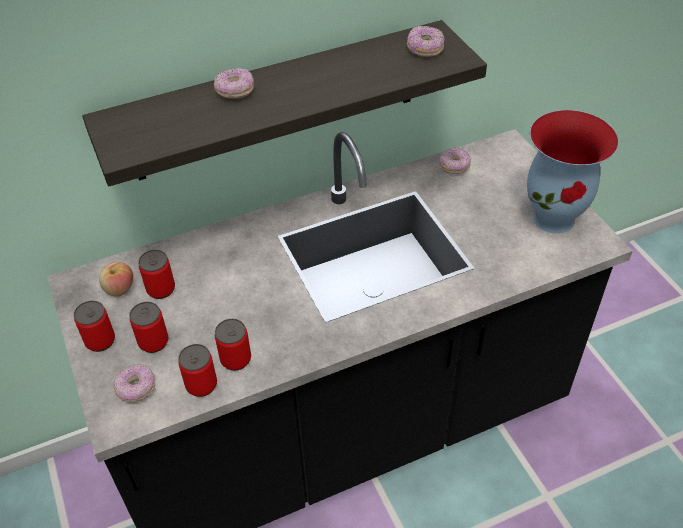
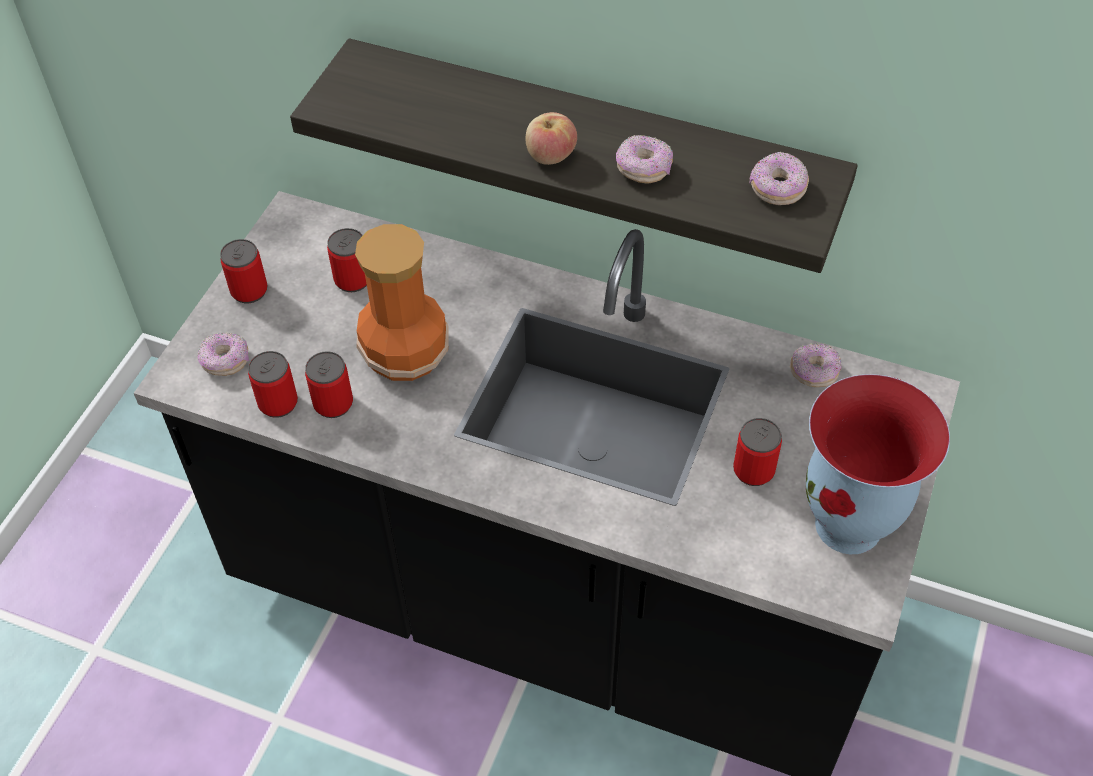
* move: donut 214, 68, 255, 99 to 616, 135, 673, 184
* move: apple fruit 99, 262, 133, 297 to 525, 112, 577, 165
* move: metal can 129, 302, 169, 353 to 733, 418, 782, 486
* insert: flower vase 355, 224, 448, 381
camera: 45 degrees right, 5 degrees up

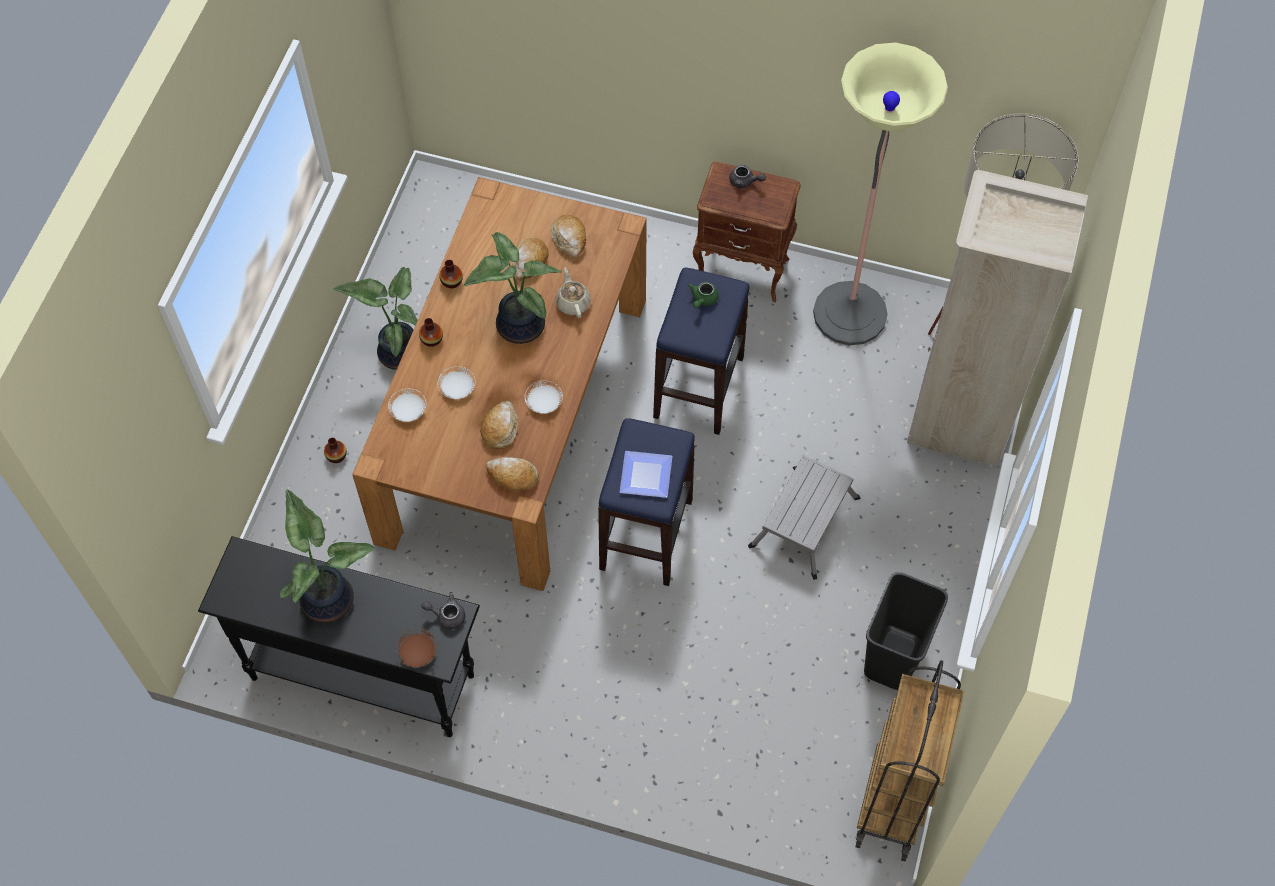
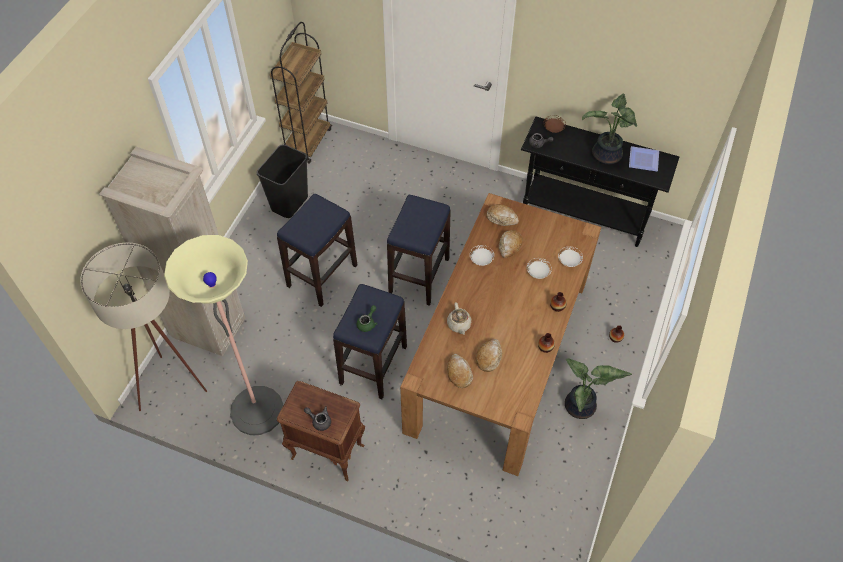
* delete: houseplant 464, 232, 562, 344
* move: flat dish 620, 451, 672, 498 to 629, 146, 659, 172
* replace: grey step ladder 748, 455, 861, 580 to sitting stool 277, 194, 357, 307
camera: 175 degrees left, 5 degrees down

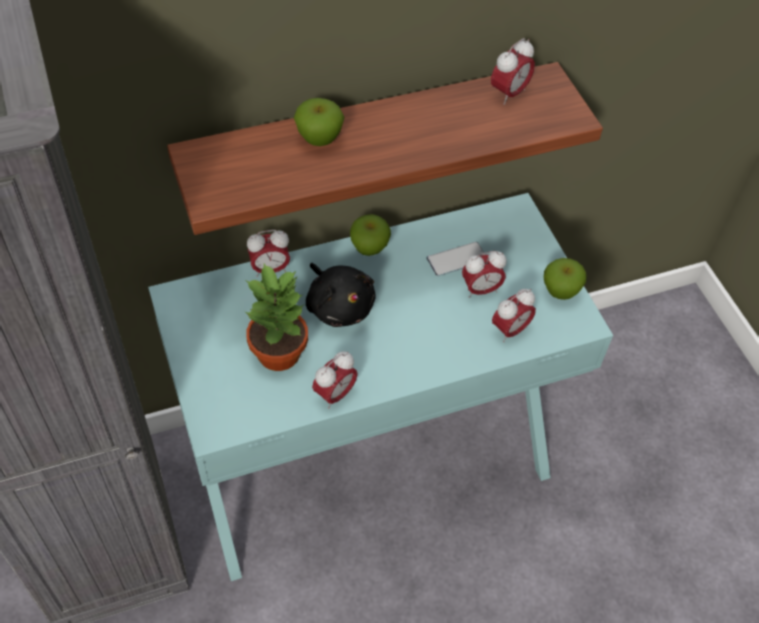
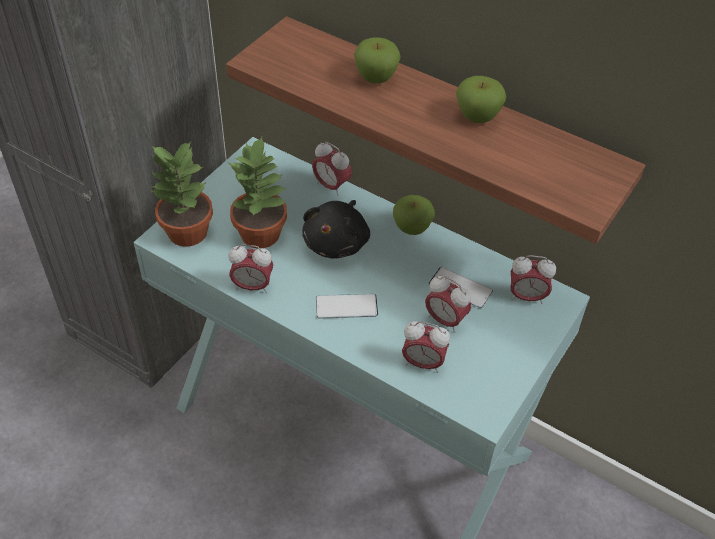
* move: bedside clock 491, 38, 535, 105 to 510, 255, 556, 304
* move: apple fruit 544, 258, 587, 300 to 456, 76, 507, 123
* insert: houseplant 151, 142, 213, 247
* insert: phone 316, 294, 378, 319
camera: 55 degrees right, 5 degrees down

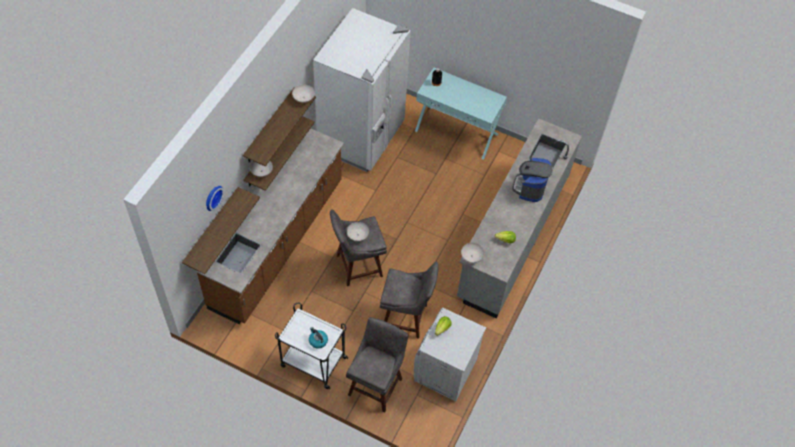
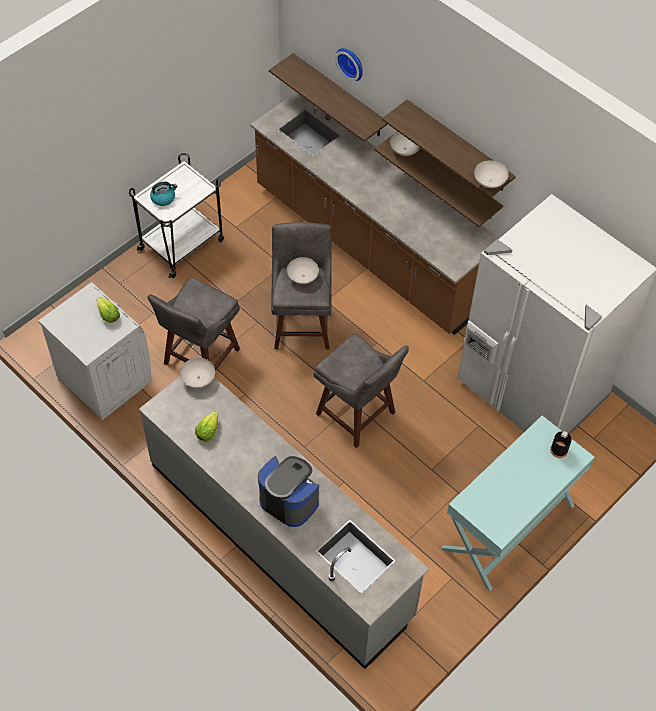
* move: grey sitting stool 346, 317, 408, 412 to 314, 333, 409, 448
camera: 110 degrees right, 0 degrees up

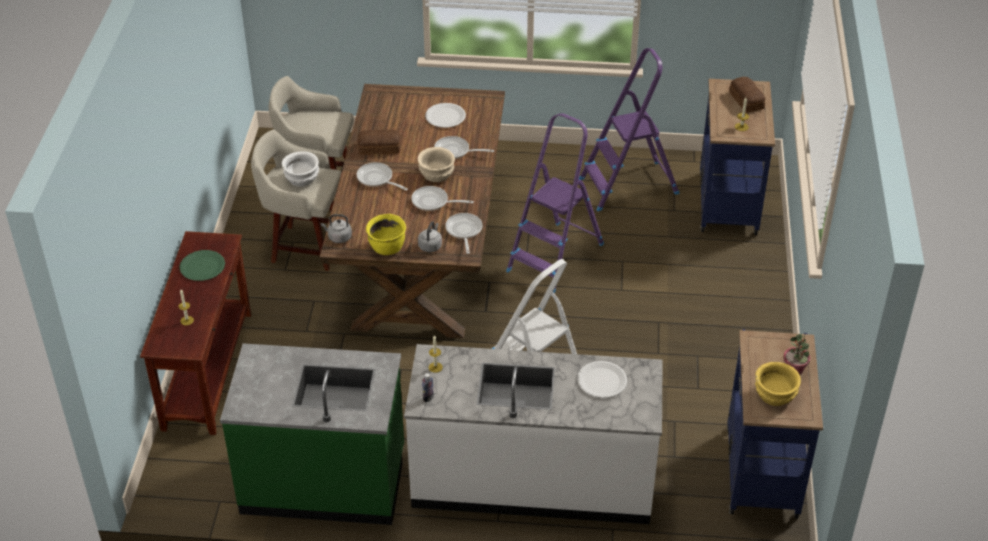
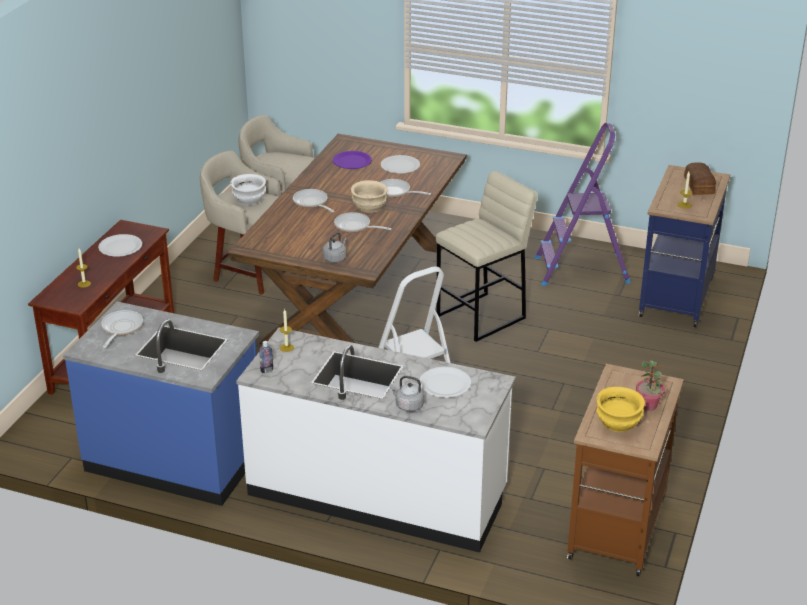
* replace: purple-coloured step ladder 506, 113, 604, 293 to sand-coloured sitting stool 436, 171, 538, 342
* delete: baked bread 358, 130, 400, 155
* move: pan 445, 213, 482, 254 to 101, 310, 143, 348
* move: grey tea kettle 321, 214, 352, 243 to 389, 376, 424, 412
* delete: yellow-coloured stockpot 366, 214, 406, 255
* recolor: greenish flat dish 179, 250, 225, 281 to whitish flat dish 98, 234, 142, 257
* recolor: bluish cart 727, 329, 823, 519 to brownish cart 567, 364, 684, 576
* recolor: greenish counter 220, 343, 404, 525 to bluish counter 63, 302, 259, 506
* insert: purple-coloured flat dish 333, 151, 372, 169
camera: 15 degrees right, 10 degrees down

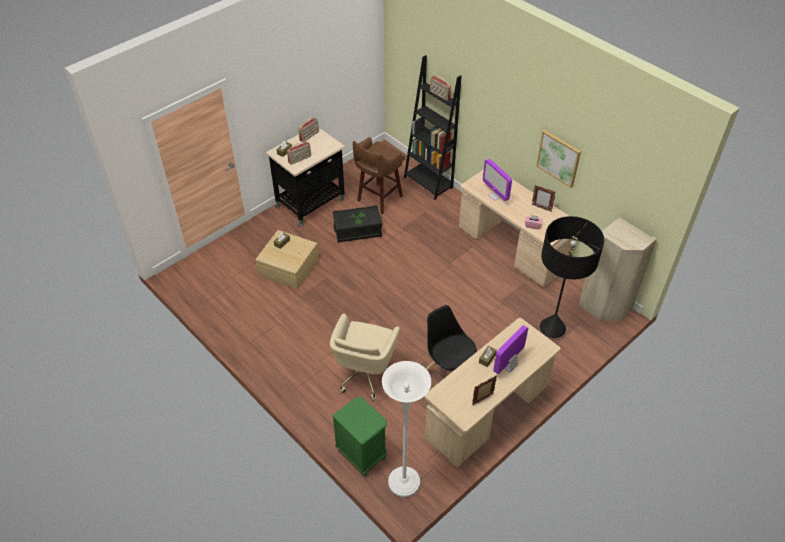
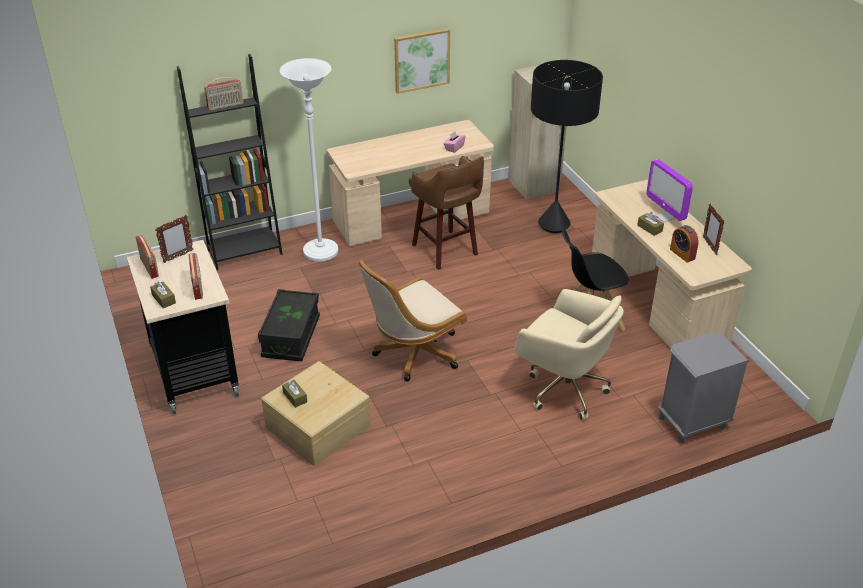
* move: brownish sitting stool 353, 137, 405, 214 to 409, 156, 484, 270
* delete: computer screen 483, 159, 512, 201
* move: photo frame 532, 186, 556, 212 to 155, 215, 193, 263
* move: whitish standing lamp 382, 361, 431, 497 to 280, 58, 338, 262
* recolor: greenish nightstand 332, 397, 387, 476 to grey nightstand 658, 332, 749, 444
* insert: bedside clock 670, 225, 699, 262
* insert: office chair 359, 259, 467, 382
camera: 70 degrees left, 10 degrees down

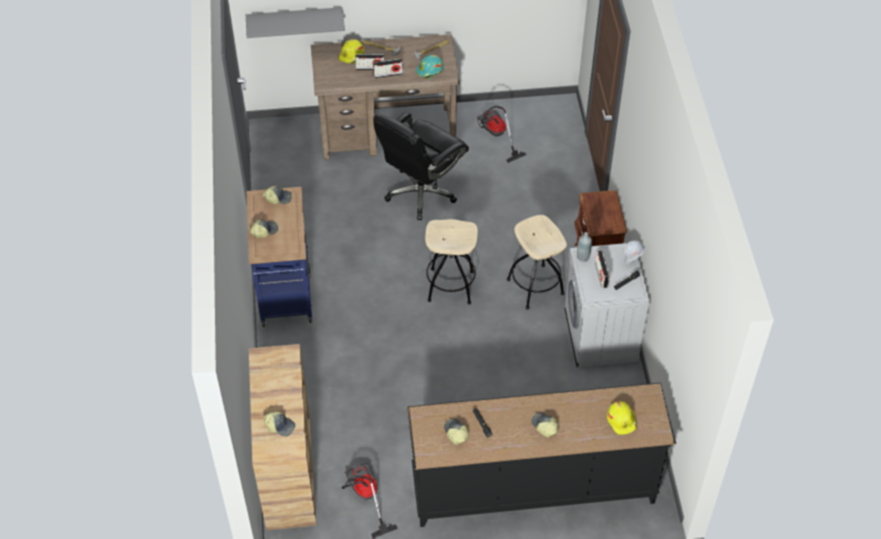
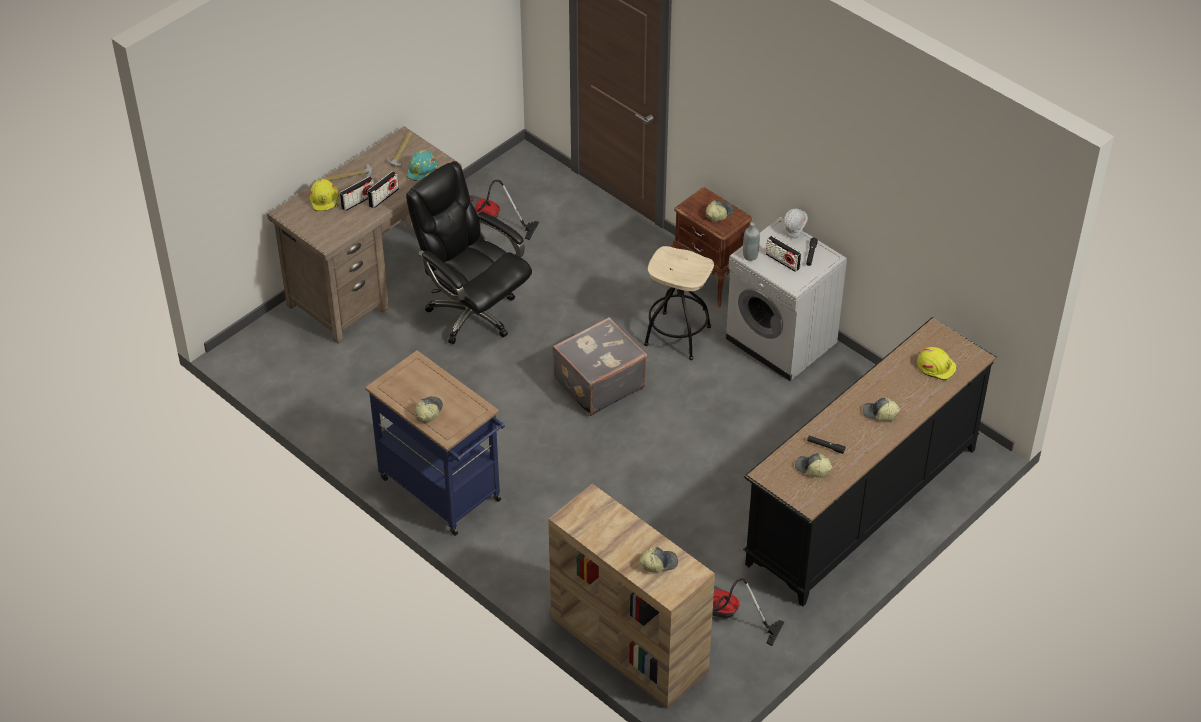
* delete: grey wall shelf 246, 7, 345, 38
* rotate: black-coloured office chair 373, 112, 469, 220 = 406, 161, 532, 345 135 degrees clockwise
* move: baseball cap 263, 186, 292, 204 to 706, 200, 734, 222
* replace: sand-coloured sitting stool 425, 219, 478, 305 to grey travel case 552, 317, 647, 416
camera: 40 degrees left, 5 degrees down

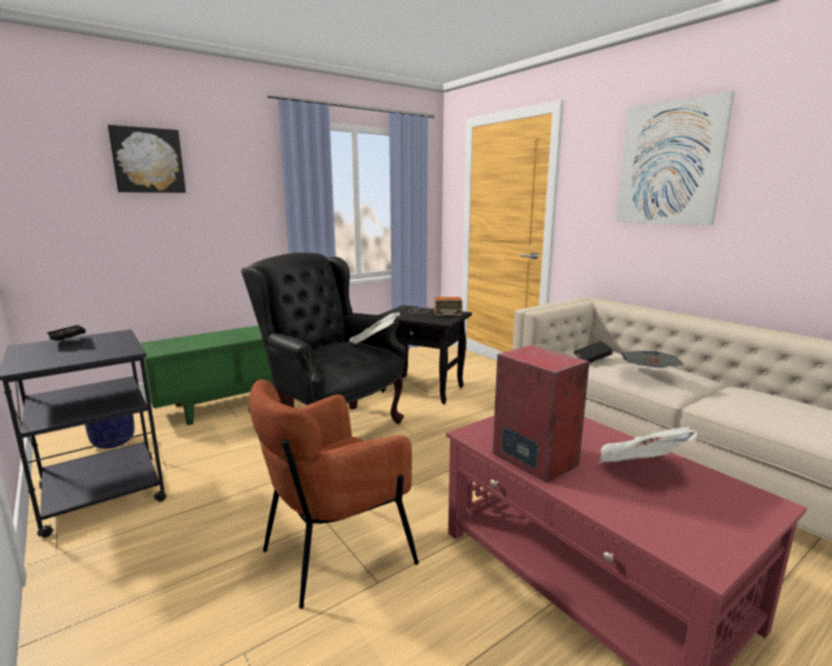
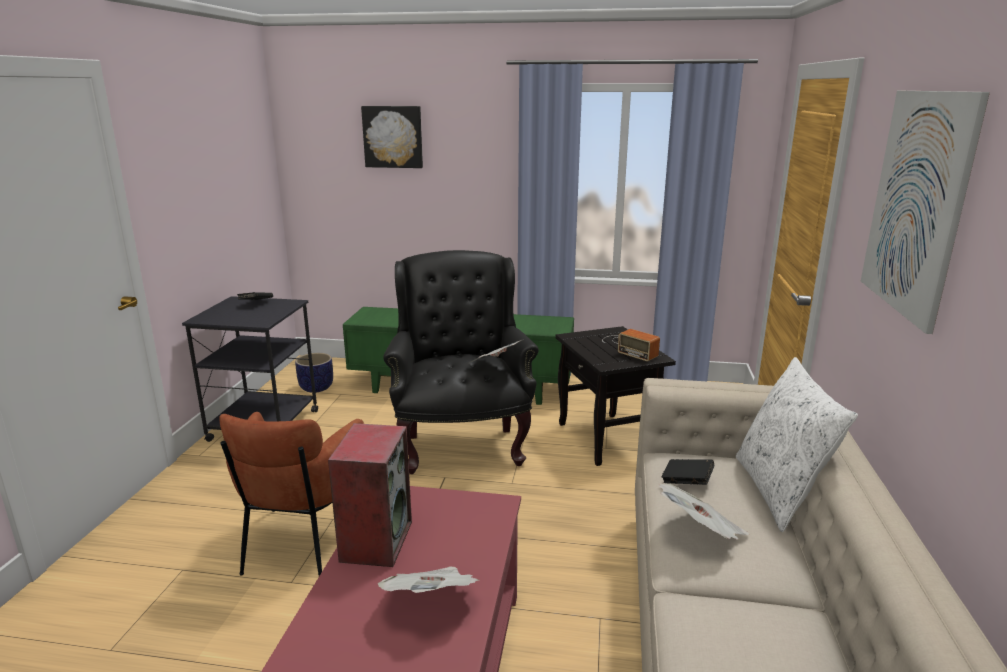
* rotate: brownish lounge chair 248, 379, 419, 609 = 219, 412, 364, 576 90 degrees counterclockwise
* insert: whitish throw pillow 736, 357, 858, 532
camera: 45 degrees right, 5 degrees up

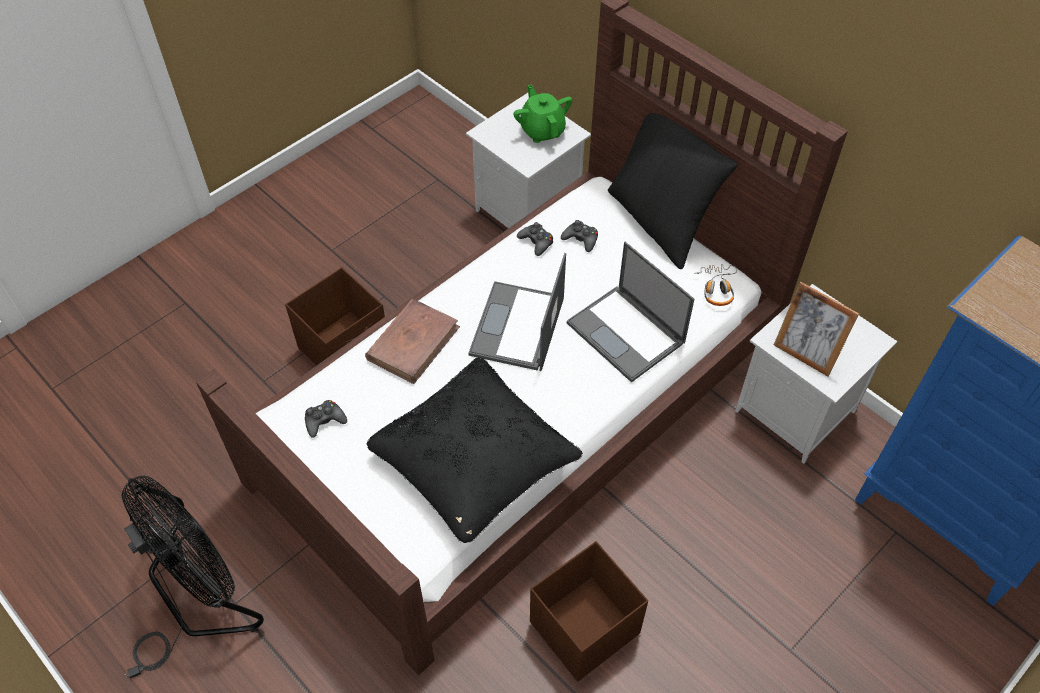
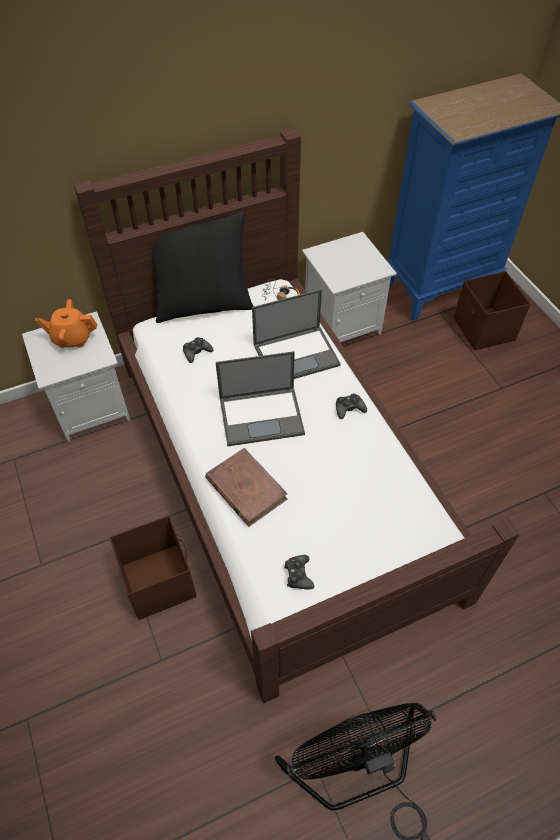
* recolor: greenish pot for tea 513, 84, 572, 143 to orange-coloured pot for tea 35, 299, 98, 348
* move: black-coloured game controller 517, 222, 553, 256 to 336, 394, 367, 419
* rotate: notebook computer 468, 253, 566, 371 = 215, 351, 305, 447 45 degrees counterclockwise
* delete: photo frame 774, 282, 859, 377
* delete: black-coloured throw pillow 367, 357, 583, 543
* move: brownish storage box 530, 541, 648, 682 to 453, 271, 531, 350
camera: 70 degrees left, 0 degrees up

